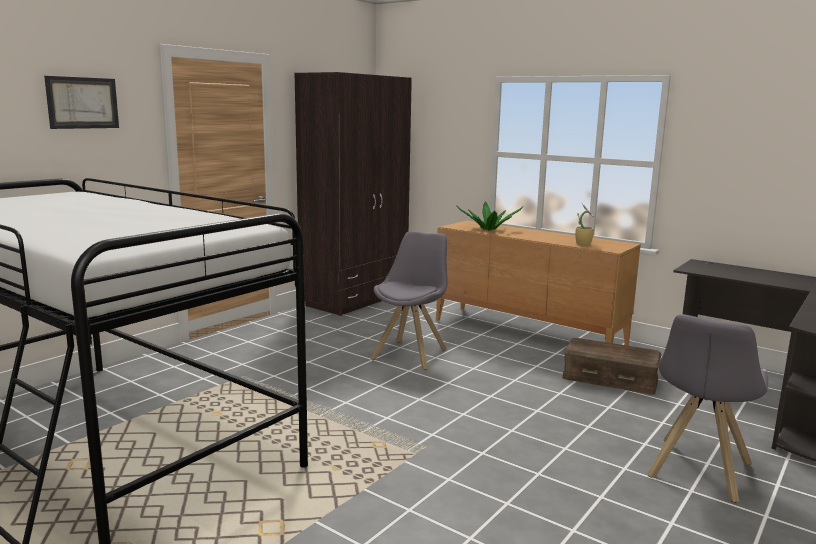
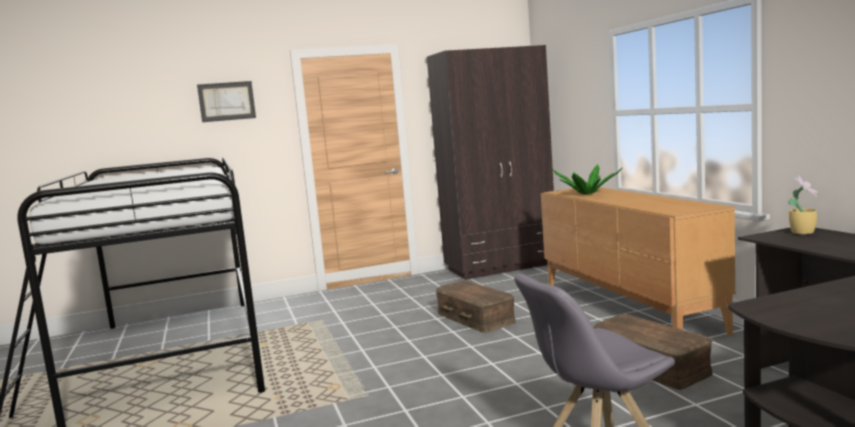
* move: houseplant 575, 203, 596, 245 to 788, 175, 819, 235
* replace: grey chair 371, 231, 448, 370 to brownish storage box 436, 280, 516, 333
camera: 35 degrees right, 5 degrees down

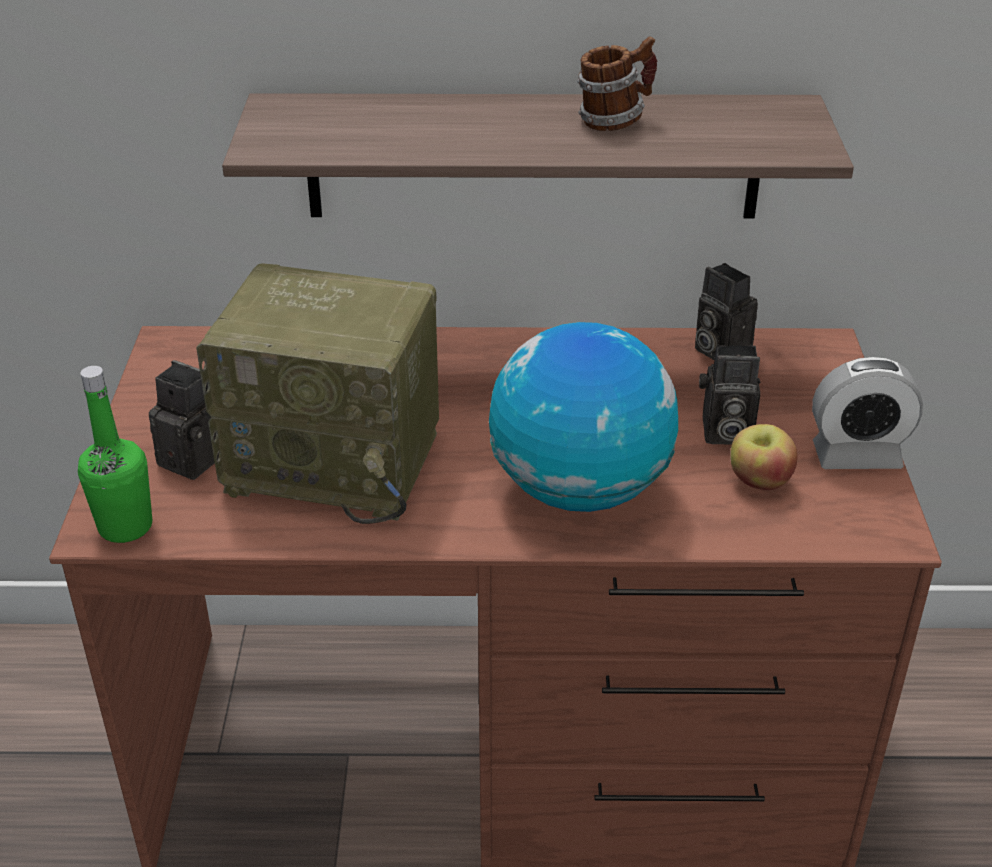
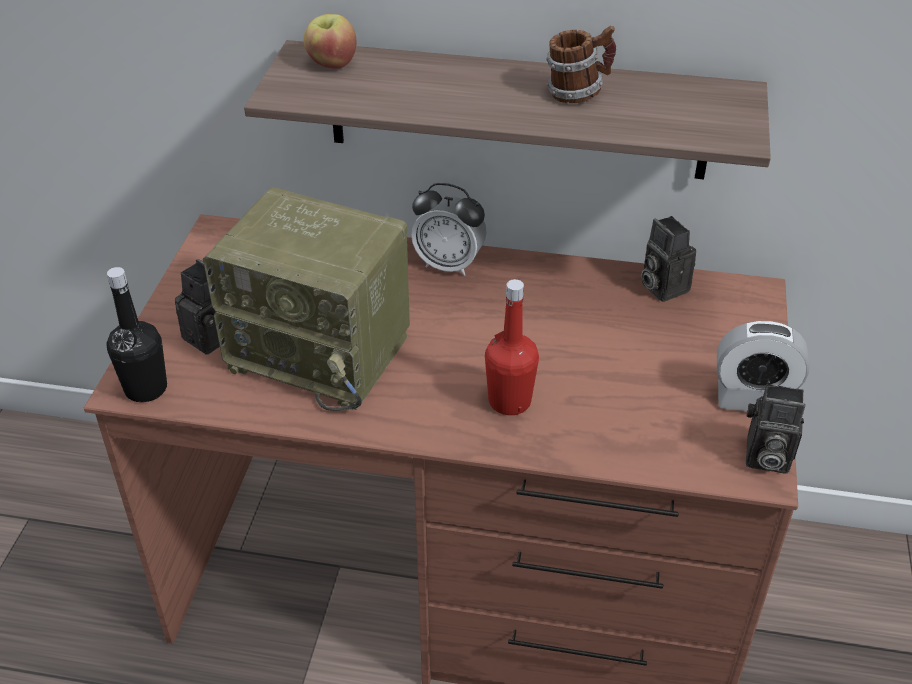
* replace: world globe 489, 322, 678, 512 to red beverage bottle 485, 279, 539, 415
* move: still camera 699, 345, 760, 445 to 746, 384, 805, 474
* recolor: greenish beverage bottle 78, 366, 152, 543 to black-coloured beverage bottle 106, 267, 167, 402
* move: apple fruit 730, 424, 798, 490 to 303, 14, 357, 69
* insert: bedside clock 411, 183, 486, 276
camera: 10 degrees right, 5 degrees up

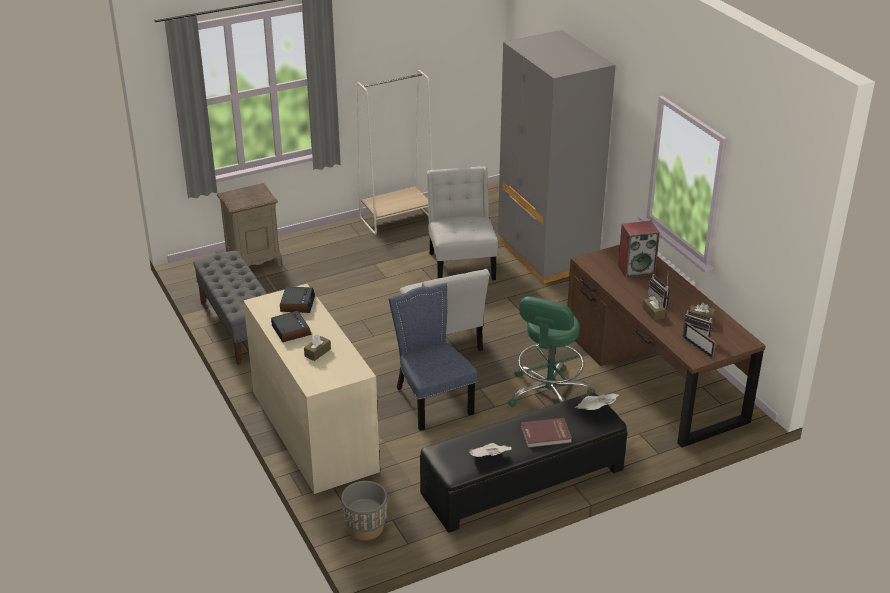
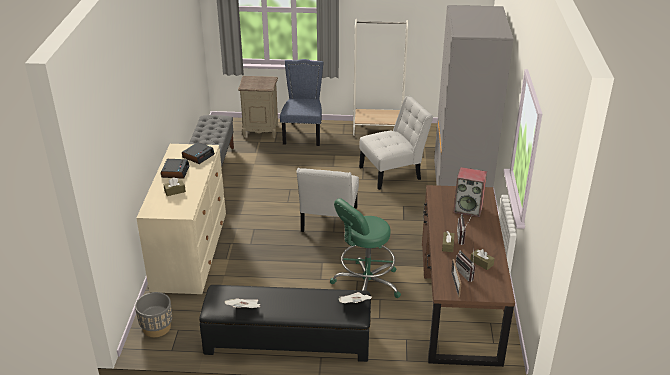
* rotate: whitish chair 427, 166, 498, 280 = 359, 96, 433, 190 45 degrees clockwise
* move: bluish chair 388, 283, 478, 431 to 280, 59, 324, 146
* delete: red book 521, 418, 572, 448
camera: 30 degrees right, 0 degrees up

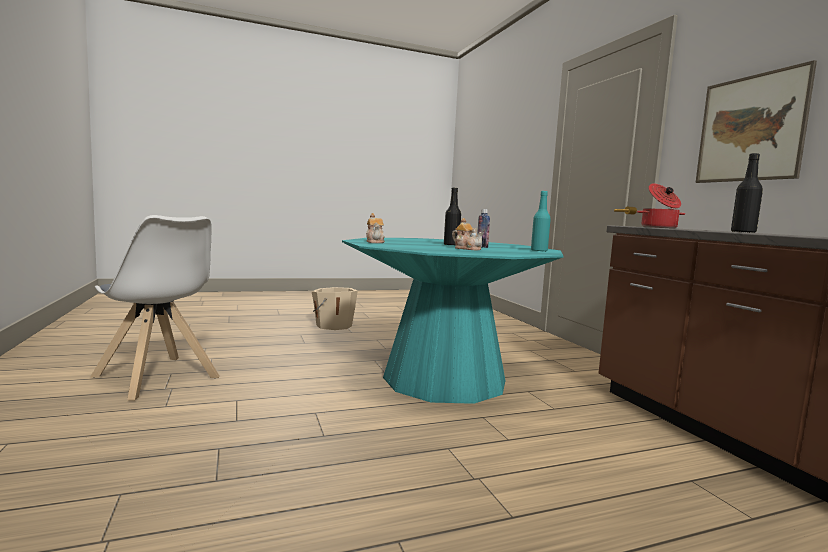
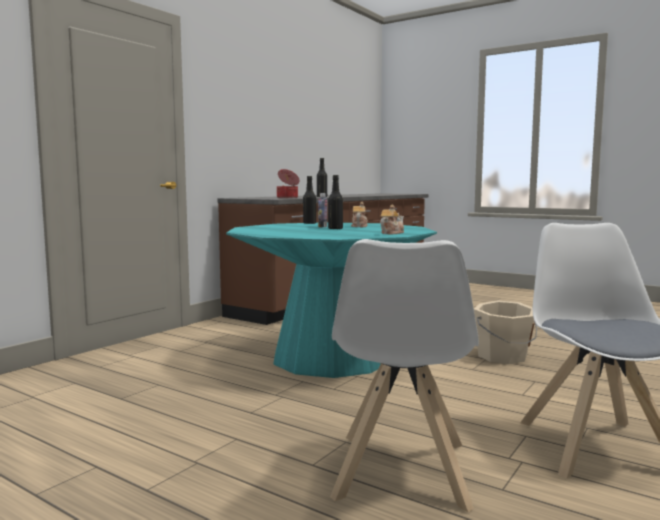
* delete: wall art 695, 60, 817, 183
* recolor: turquoise-coloured beverage bottle 531, 191, 551, 252 to black-coloured beverage bottle 303, 176, 316, 224
* move: sand-coloured pail 312, 287, 358, 330 to 474, 300, 537, 364
* insert: chair 330, 239, 479, 512
camera: 125 degrees left, 0 degrees up

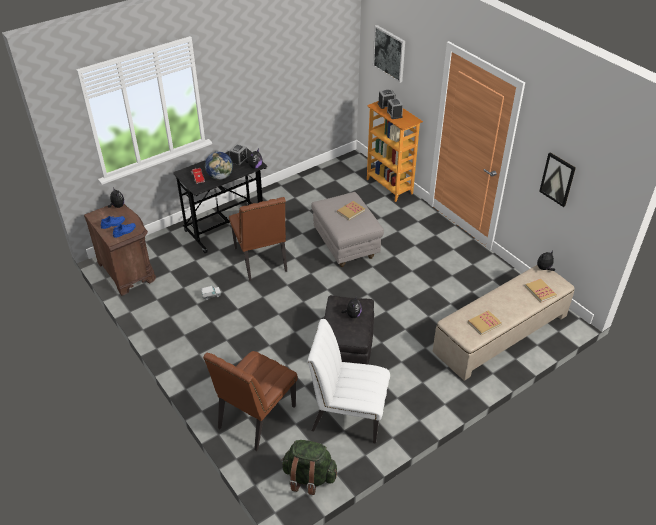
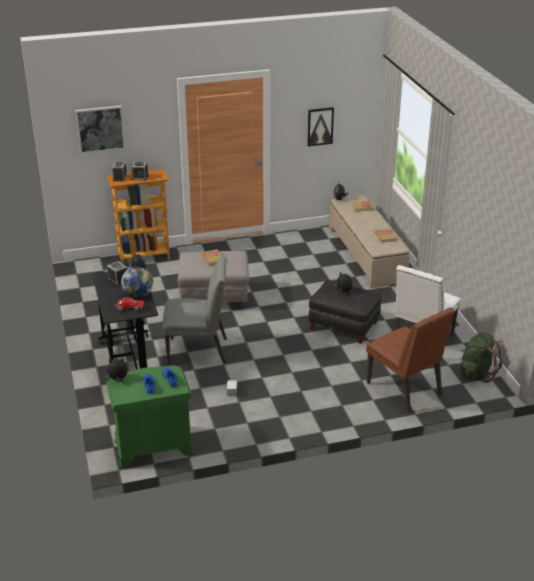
* recolor: brownish chair 229, 197, 287, 281 to grey chair 162, 255, 227, 364
* recolor: brownish nightstand 84, 204, 156, 296 to greenish nightstand 107, 365, 194, 468
camera: 70 degrees left, 10 degrees down

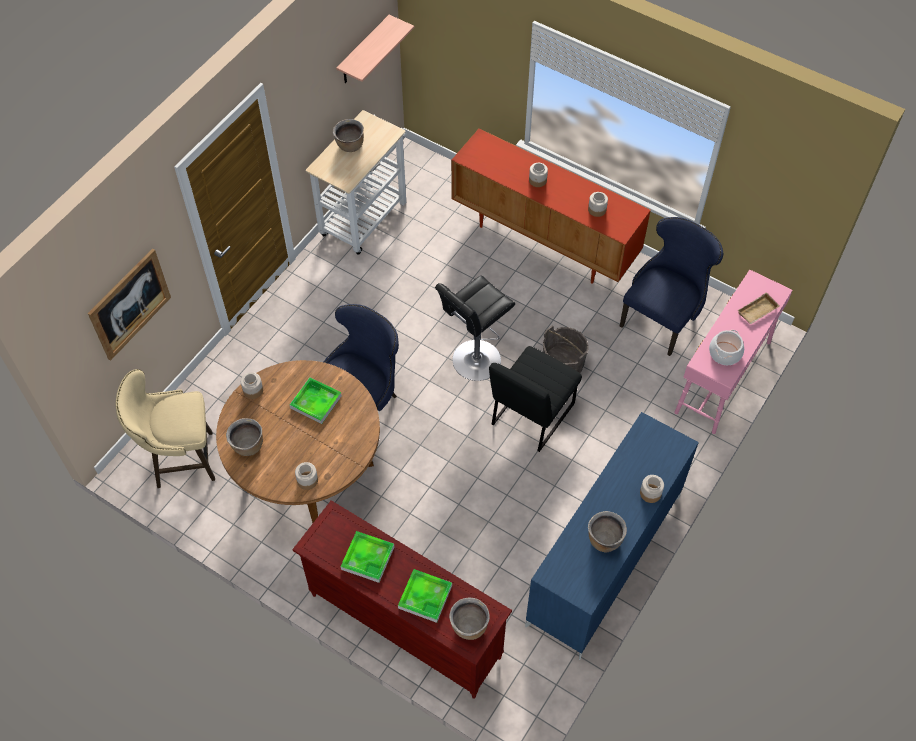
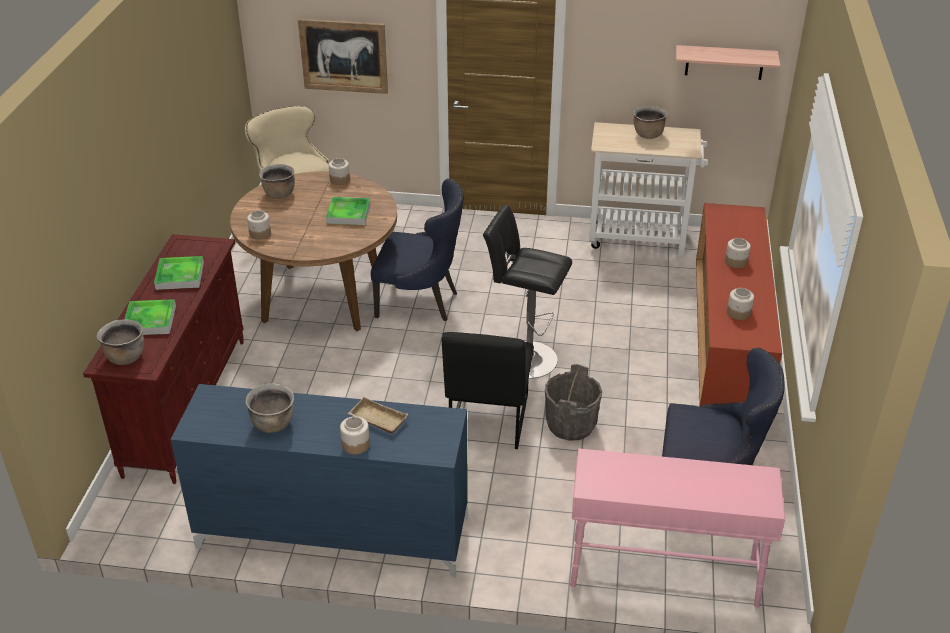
* move: sand-coloured serving tray 738, 292, 780, 324 to 348, 397, 408, 434
* delete: stockpot 709, 330, 744, 365
* rotate: black-coloured chair 489, 346, 582, 452 = 442, 332, 534, 449 90 degrees counterclockwise
camera: 65 degrees right, 20 degrees down

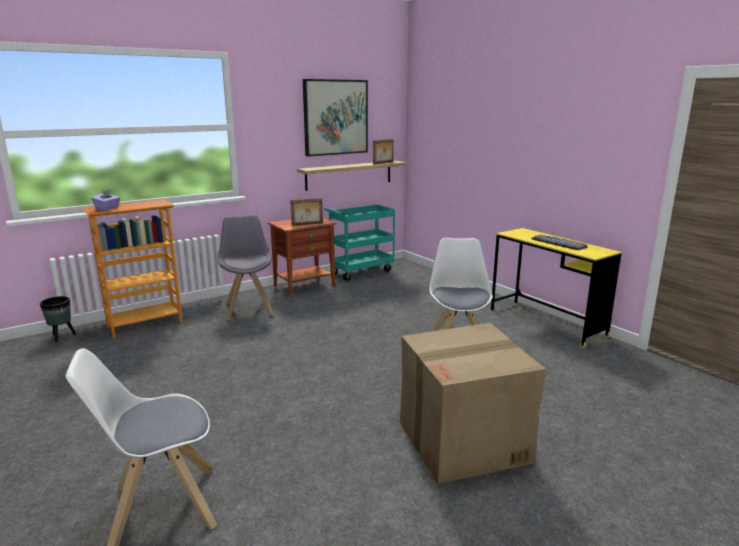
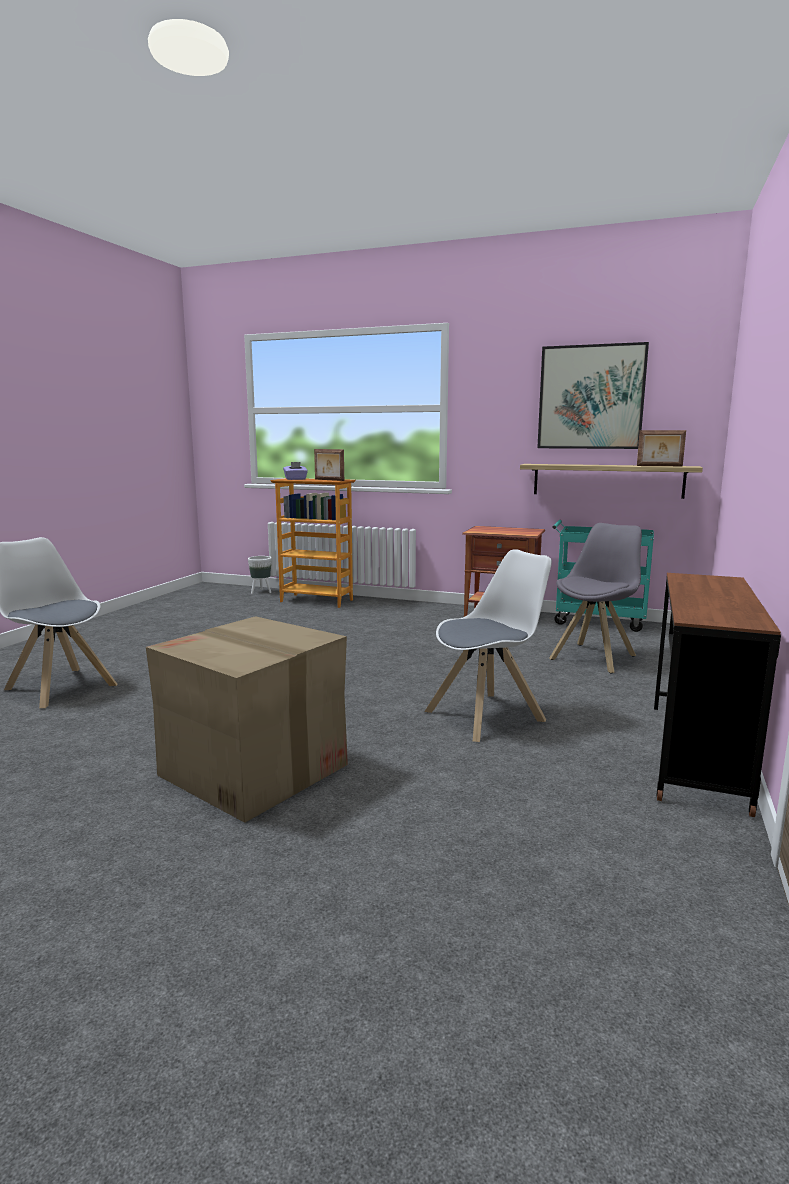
* move: photo frame 290, 198, 323, 226 to 314, 449, 344, 481
* move: grey chair 218, 215, 274, 321 to 549, 523, 642, 673
* recolor: yellow-coloured desk unit 491, 228, 622, 348 to brownish desk unit 654, 573, 781, 817
* delete: computer keyboard 531, 235, 588, 250
* recolor: black-coloured planter 40, 296, 76, 343 to whitish planter 248, 556, 272, 594
camera: 55 degrees right, 5 degrees down

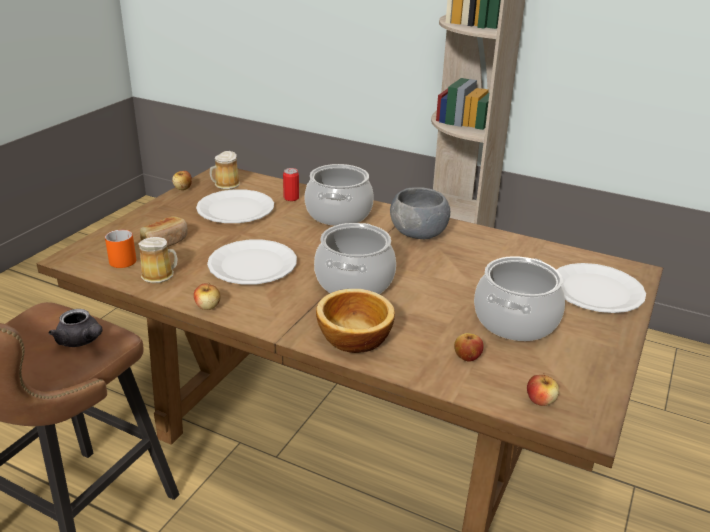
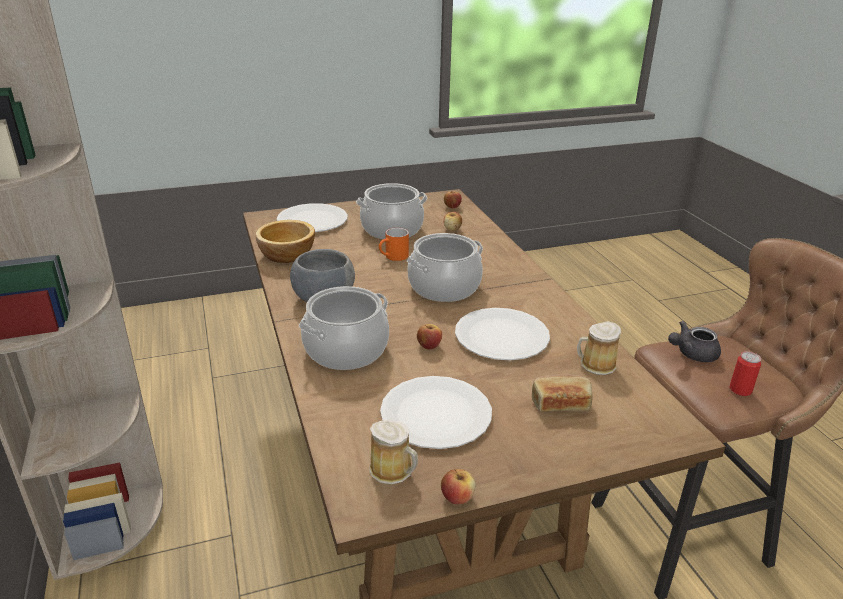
* move: metal can 283, 168, 299, 201 to 729, 351, 761, 396
* move: orange-coloured mug 105, 230, 136, 268 to 379, 228, 409, 261
* move: apple fruit 194, 283, 221, 310 to 417, 324, 442, 350
* move: bowl 316, 289, 395, 353 to 255, 220, 315, 263
* rotate: grey pot for tea 48, 309, 102, 347 = 668, 321, 721, 362 105 degrees counterclockwise
camera: 135 degrees left, 0 degrees up

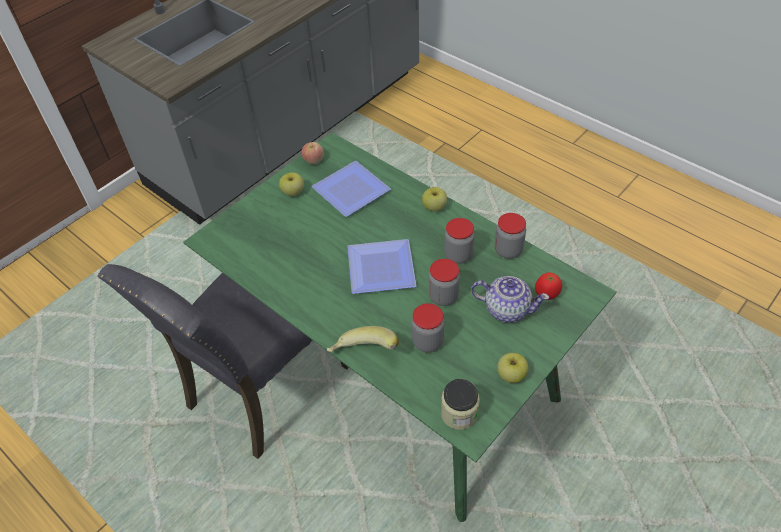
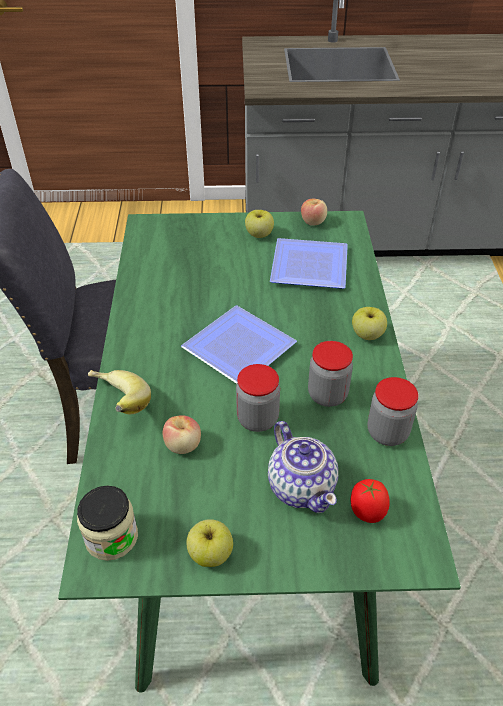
* replace: storage jar 412, 304, 444, 352 to apple fruit 163, 415, 201, 454
camera: 45 degrees right, 5 degrees down

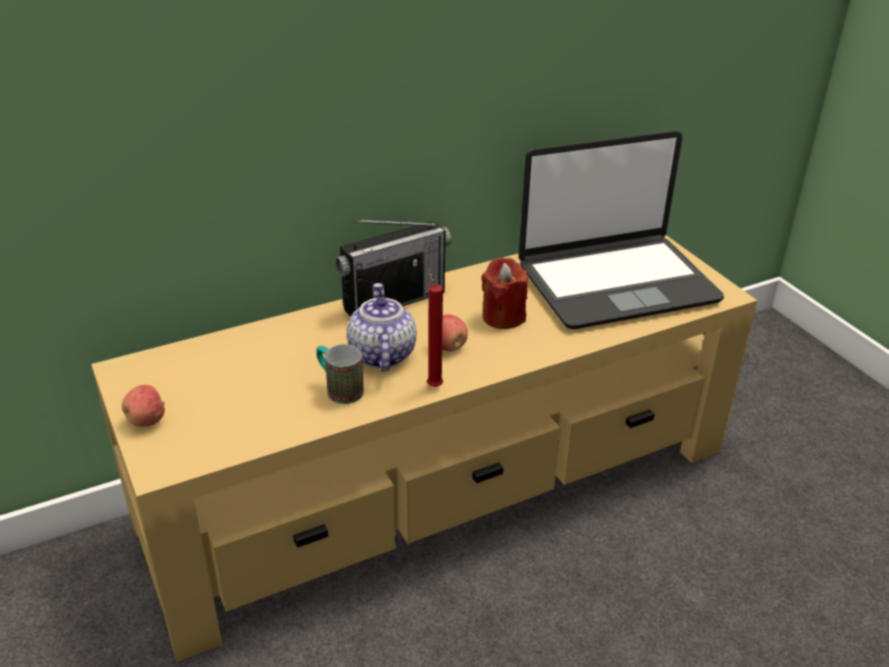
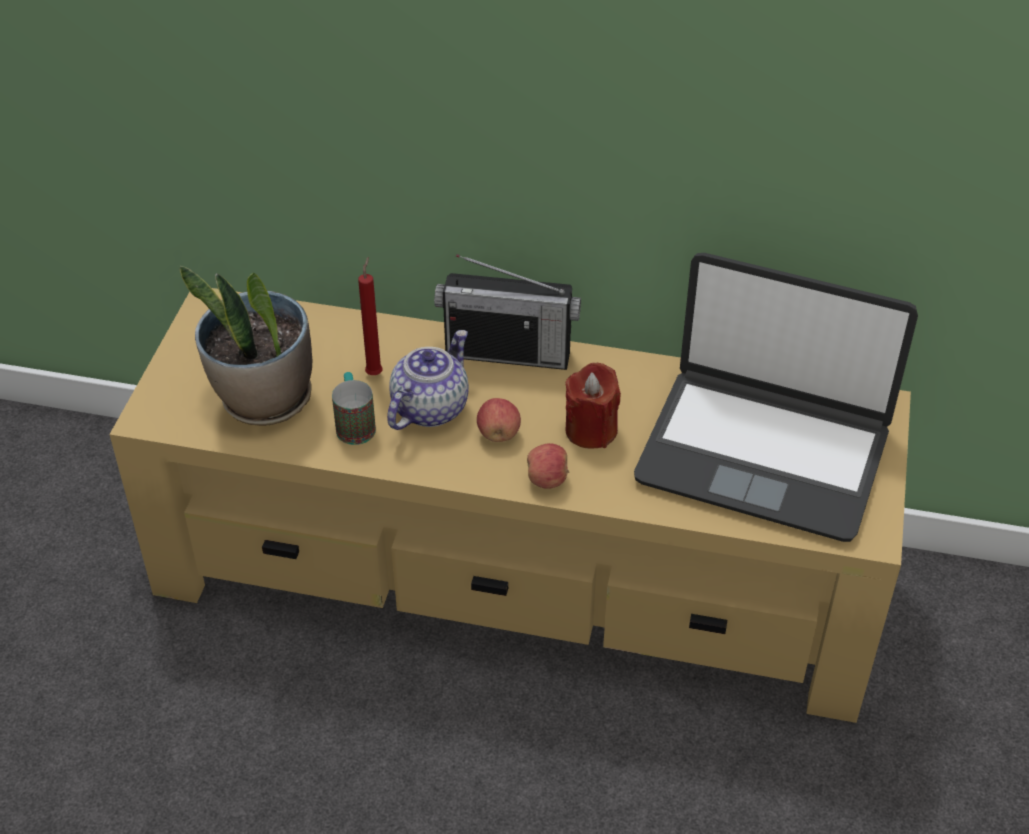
* move: red wax light 427, 269, 443, 387 to 358, 257, 383, 375
* move: apple fruit 122, 385, 165, 427 to 527, 443, 569, 489
* insert: houseplant 180, 266, 312, 426
camera: 40 degrees right, 10 degrees up

